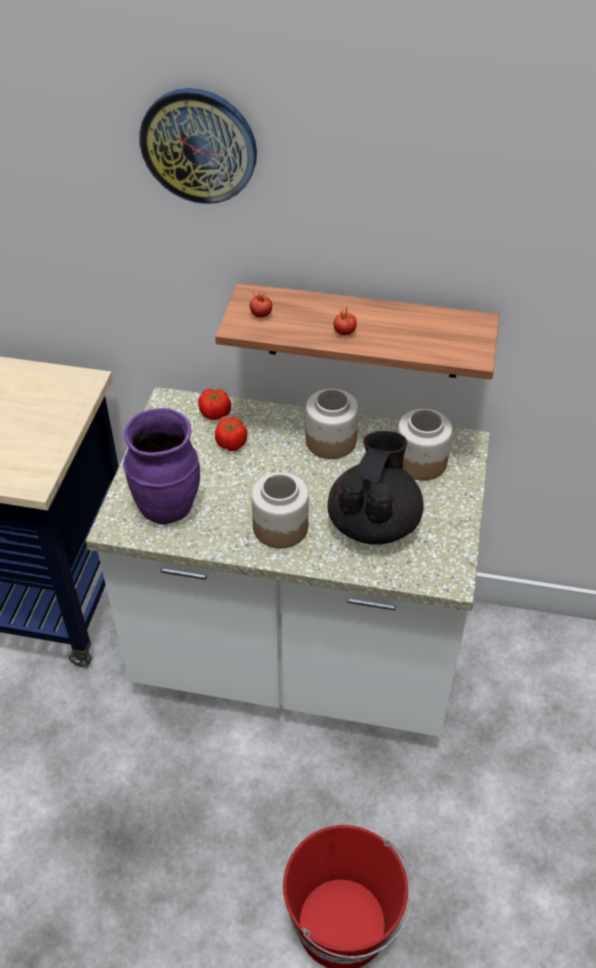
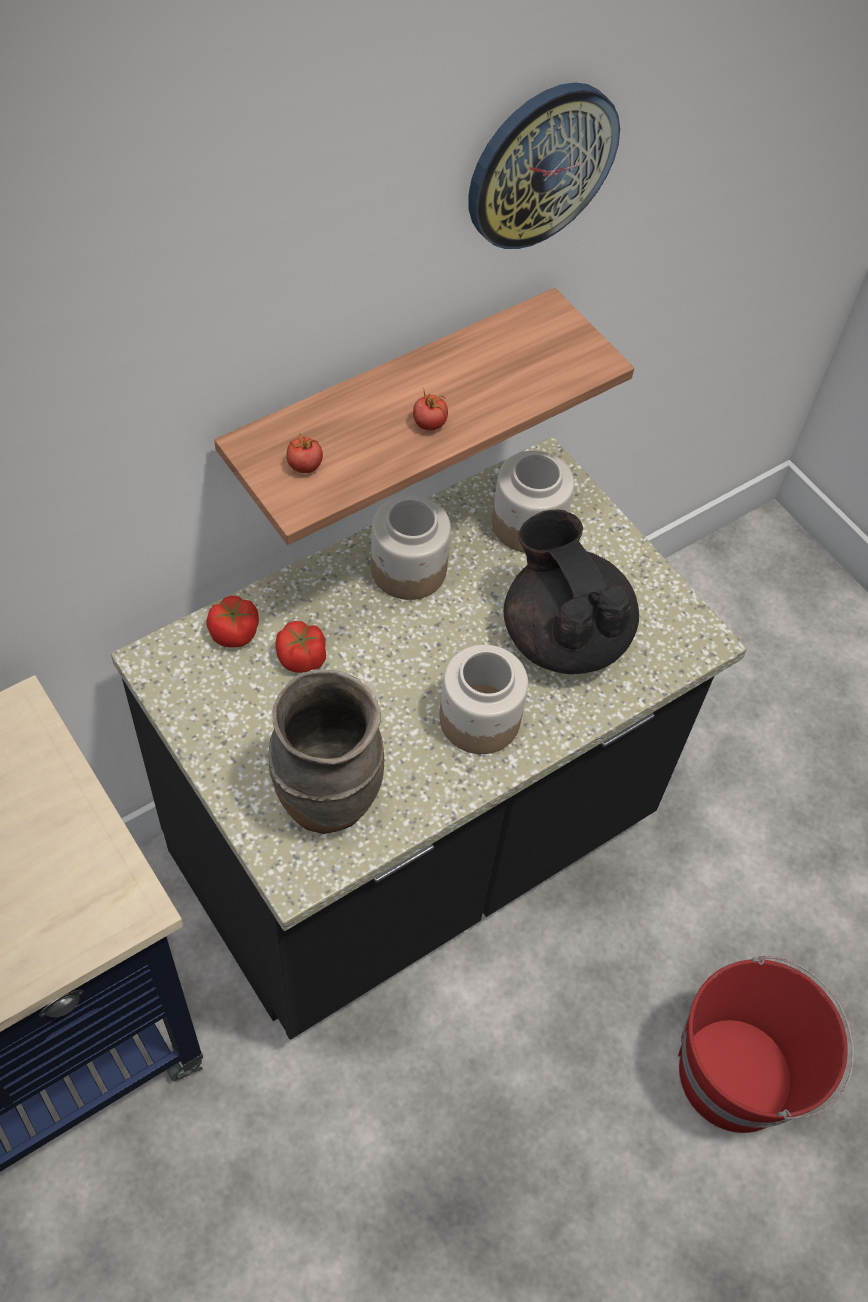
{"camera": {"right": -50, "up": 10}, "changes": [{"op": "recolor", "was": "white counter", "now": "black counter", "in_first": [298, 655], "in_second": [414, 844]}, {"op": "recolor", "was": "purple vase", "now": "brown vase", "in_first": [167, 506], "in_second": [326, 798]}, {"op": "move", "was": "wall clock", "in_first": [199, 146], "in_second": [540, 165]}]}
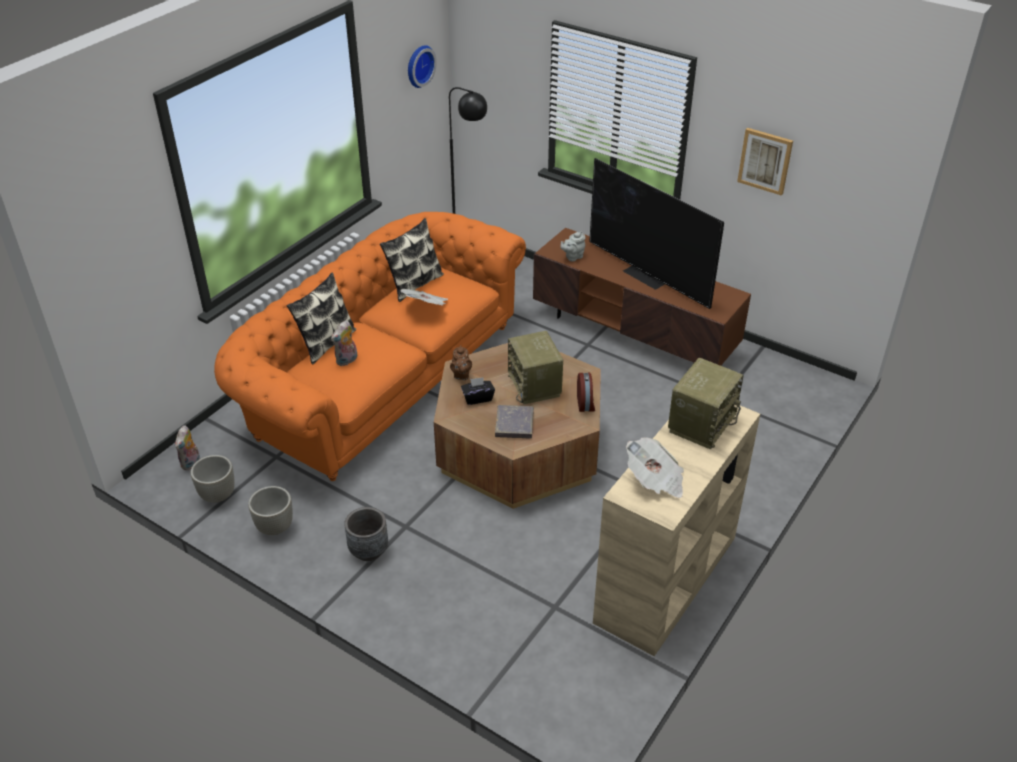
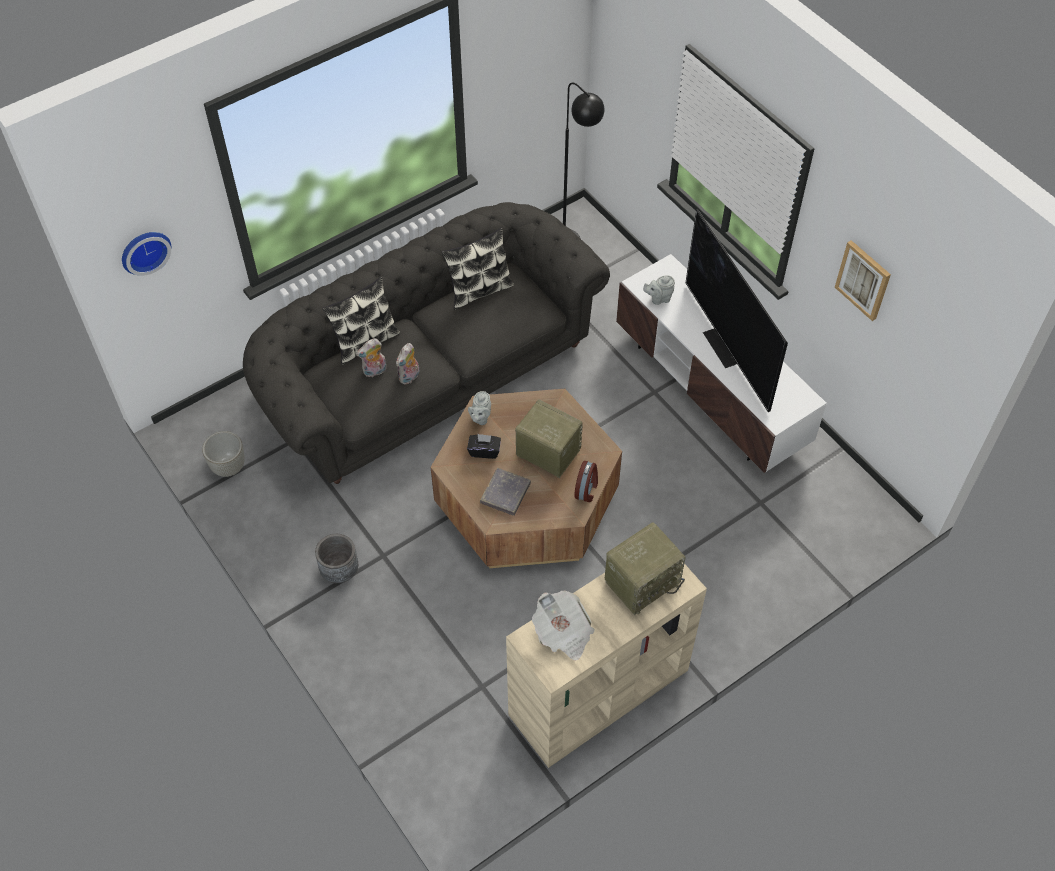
{"camera": {"right": 20, "up": 15}, "changes": [{"op": "move", "was": "wall clock", "in_first": [418, 65], "in_second": [144, 250]}, {"op": "recolor", "was": "orange sofa", "now": "grey sofa", "in_first": [378, 376], "in_second": [426, 371]}, {"op": "move", "was": "plush toy", "in_first": [191, 463], "in_second": [409, 377]}, {"op": "recolor", "was": "brown teapot", "now": "grey teapot", "in_first": [461, 375], "in_second": [480, 418]}, {"op": "rotate", "was": "radio", "in_first": [535, 386], "in_second": [547, 453], "clockwise": 120}, {"op": "recolor", "was": "brown tv stand", "now": "white tv stand", "in_first": [634, 333], "in_second": [711, 391]}, {"op": "delete", "was": "grey planter", "in_first": [275, 527]}, {"op": "delete", "was": "newspaper", "in_first": [426, 307]}]}
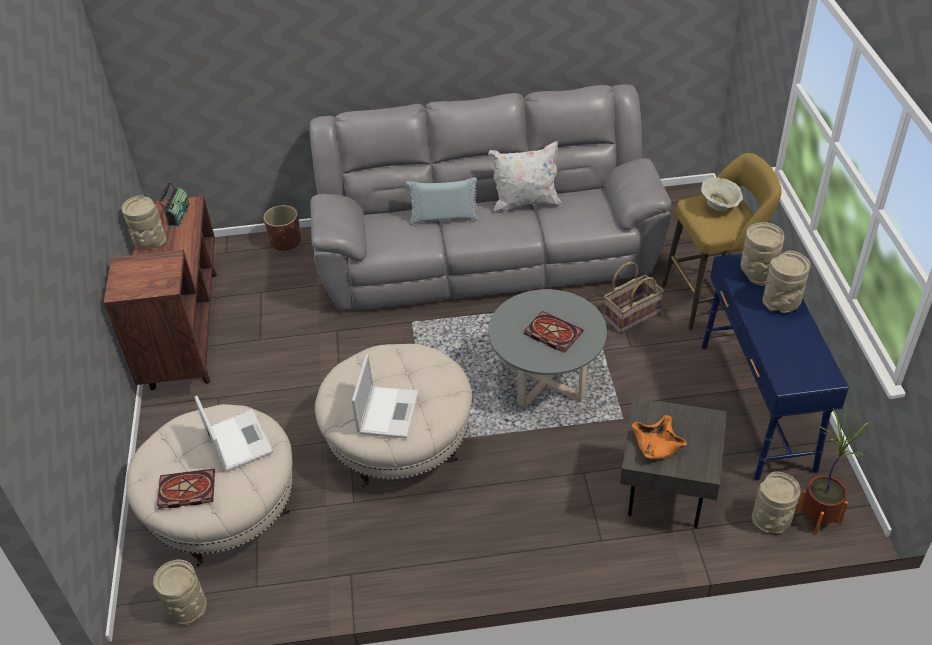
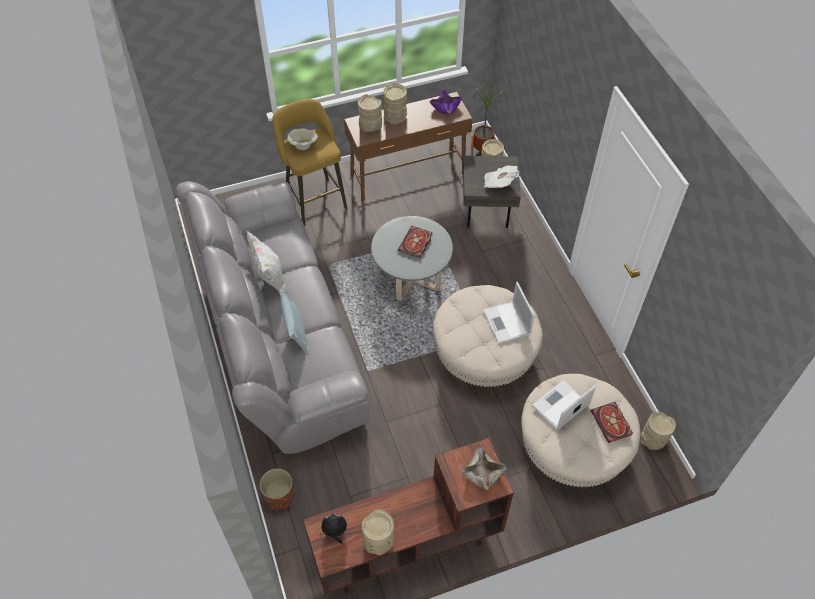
{"camera": {"right": -105, "up": 10}, "changes": [{"op": "replace", "was": "radio", "now": "plush toy", "in_first": [177, 214], "in_second": [334, 532]}, {"op": "recolor", "was": "blue console table", "now": "brown console table", "in_first": [755, 406], "in_second": [408, 176]}, {"op": "insert", "now": "purple bowl", "in_second": [445, 107]}, {"op": "insert", "now": "beige bowl", "in_second": [482, 472]}, {"op": "rotate", "was": "laptop", "in_first": [388, 411], "in_second": [507, 323], "clockwise": -105}, {"op": "replace", "was": "orange bowl", "now": "newspaper", "in_first": [656, 445], "in_second": [499, 183]}, {"op": "delete", "was": "basket", "in_first": [631, 315]}]}
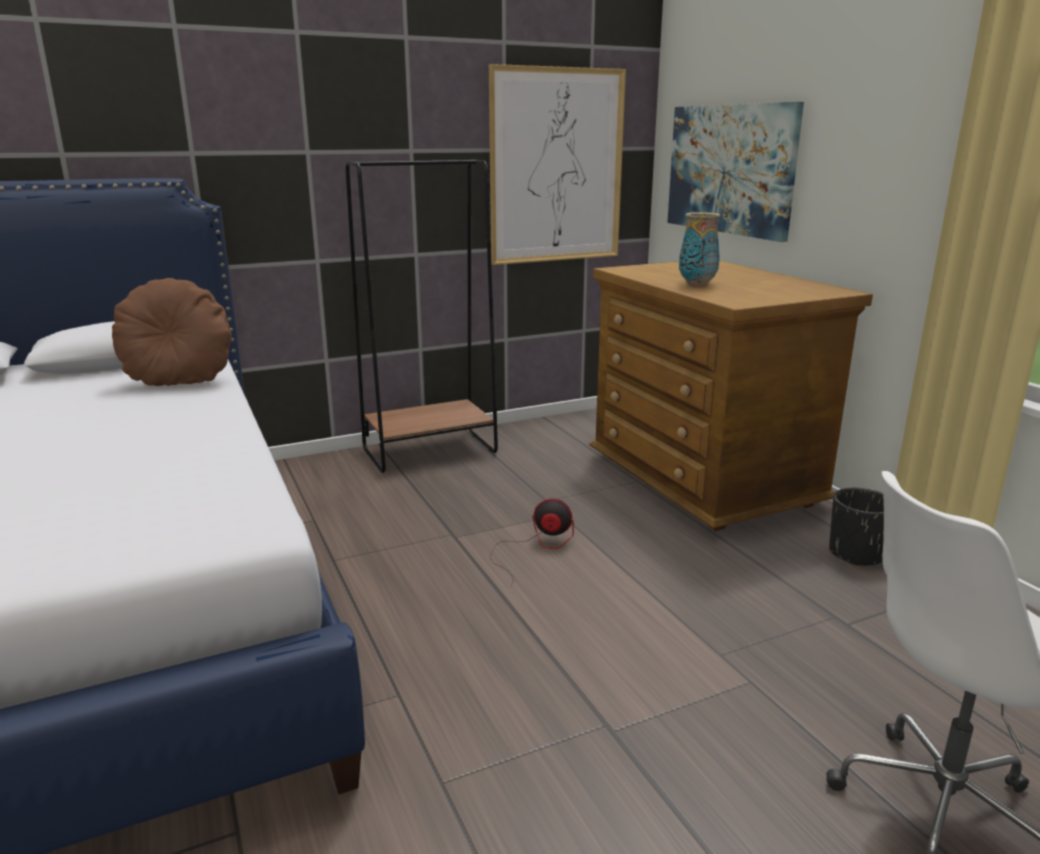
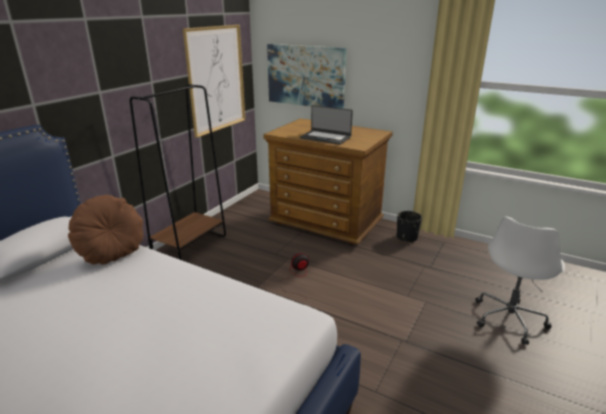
{"camera": {"right": -35, "up": 5}, "changes": [{"op": "replace", "was": "vase", "now": "laptop", "in_first": [697, 284], "in_second": [325, 137]}]}
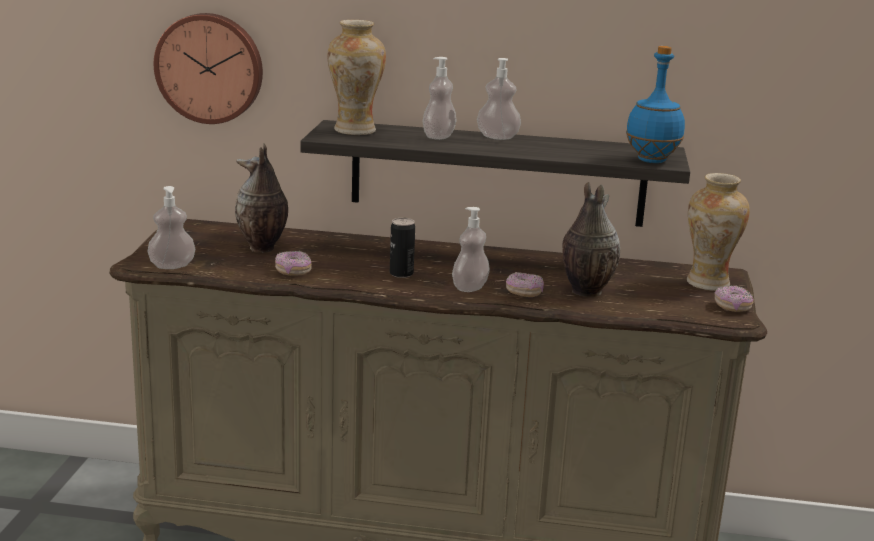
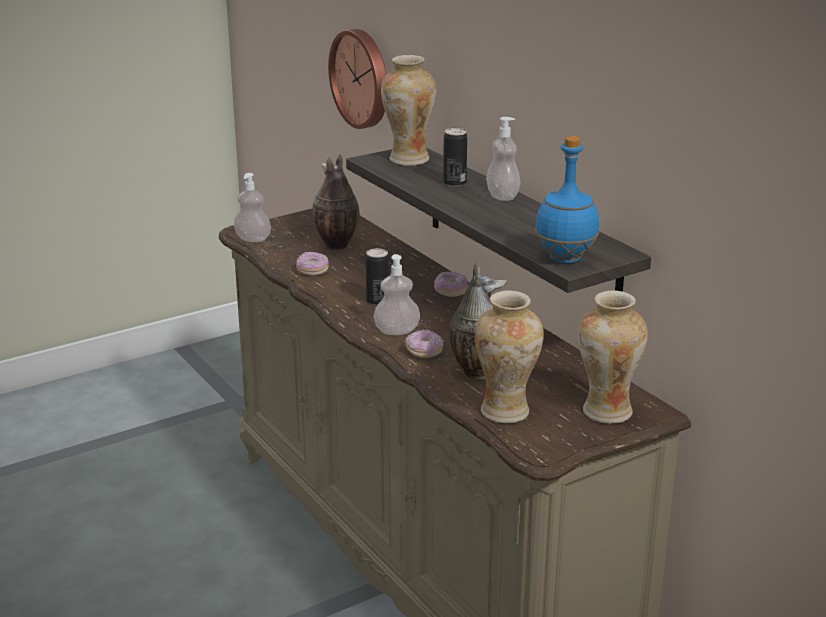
{"camera": {"right": 50, "up": 5}, "changes": [{"op": "move", "was": "donut", "in_first": [732, 307], "in_second": [450, 291]}, {"op": "replace", "was": "soap dispenser", "now": "can", "in_first": [438, 137], "in_second": [454, 183]}, {"op": "insert", "now": "vase", "in_second": [505, 412]}]}
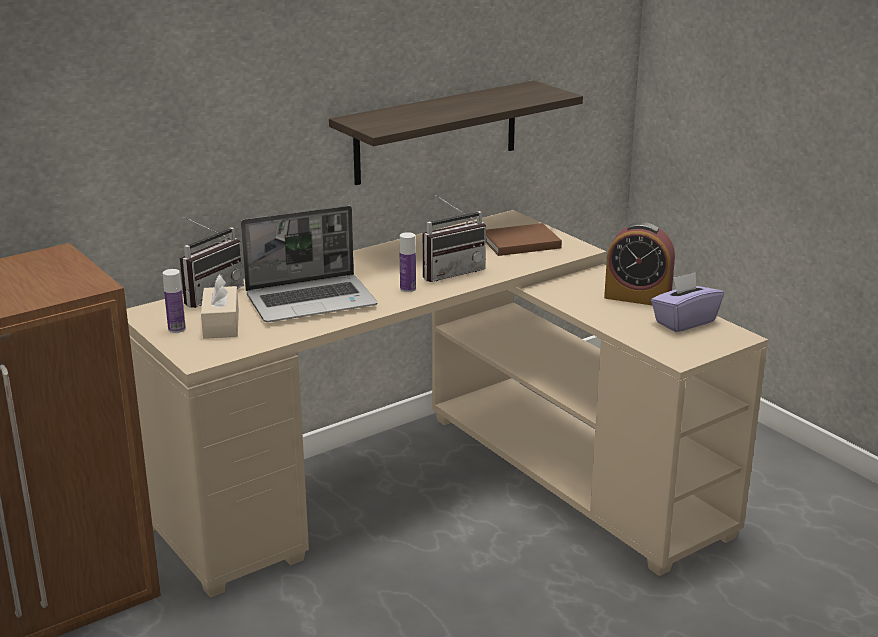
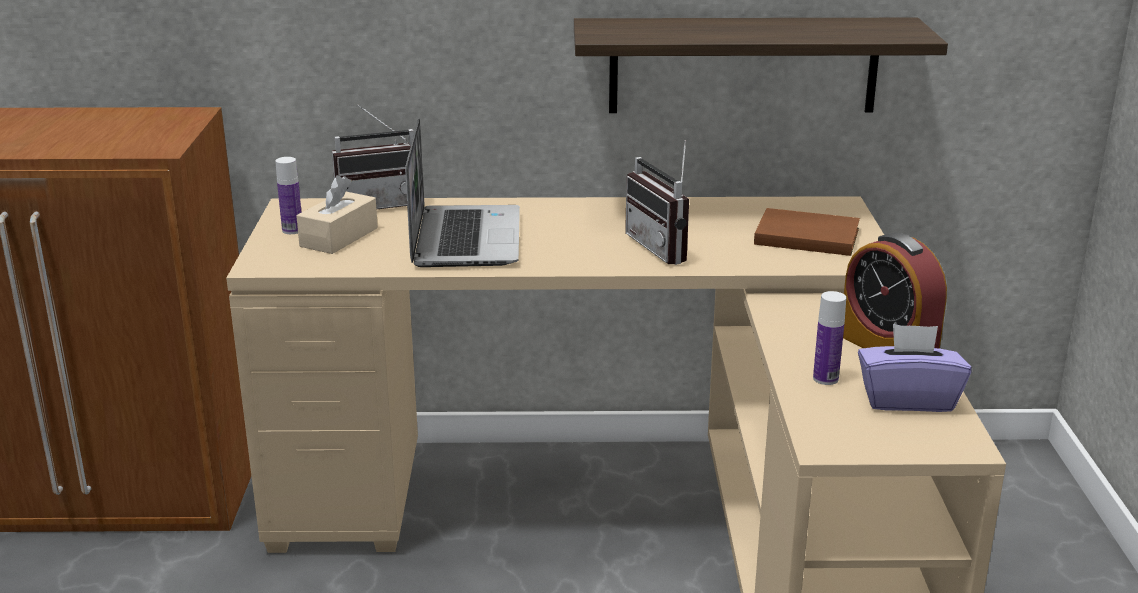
{"camera": {"right": 35, "up": 0}, "changes": [{"op": "rotate", "was": "laptop", "in_first": [312, 301], "in_second": [464, 238], "clockwise": -105}, {"op": "rotate", "was": "radio", "in_first": [450, 272], "in_second": [665, 248], "clockwise": 60}, {"op": "move", "was": "bottle", "in_first": [408, 289], "in_second": [825, 379]}]}
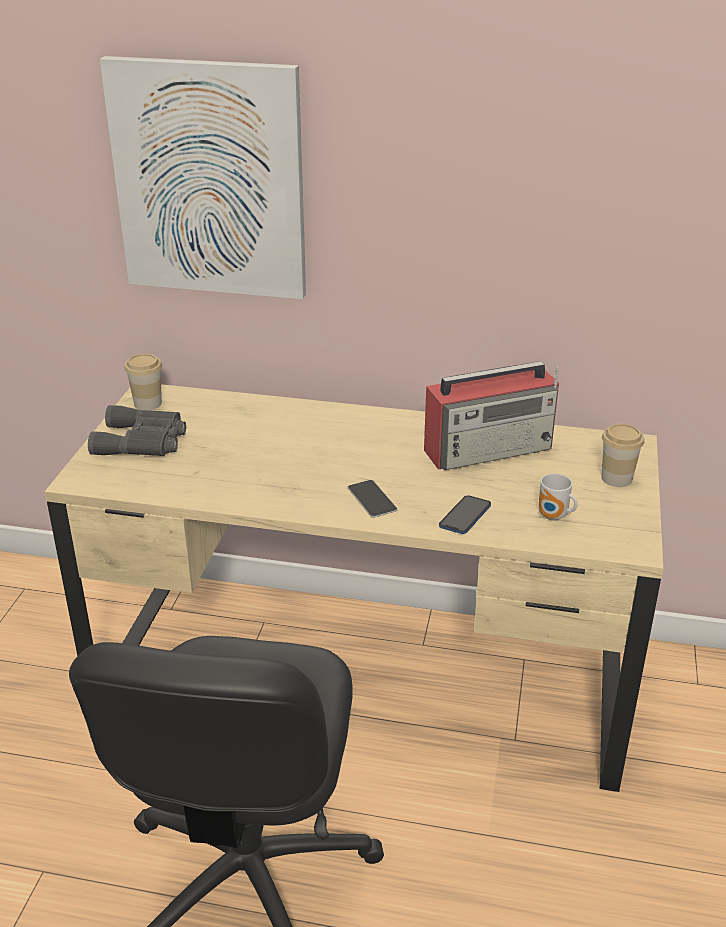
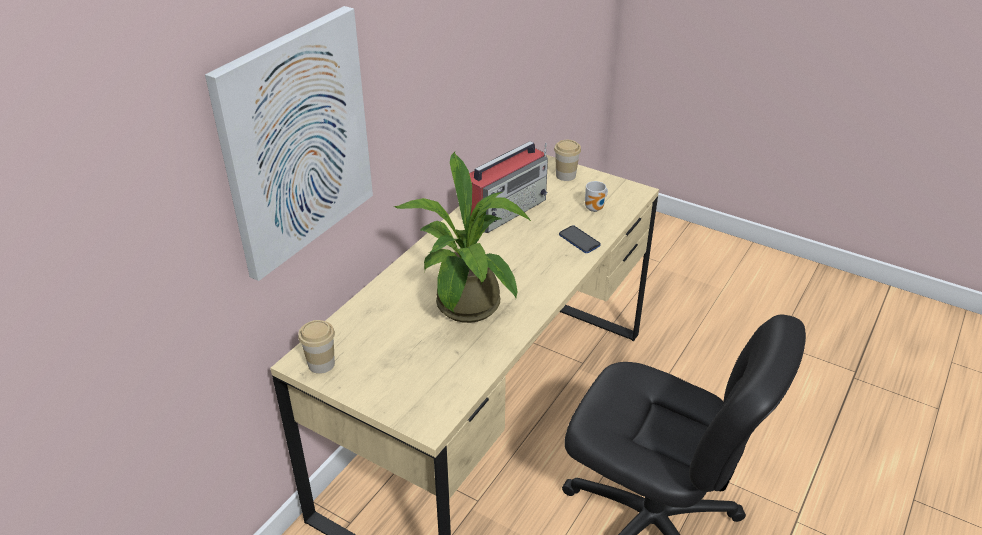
{"camera": {"right": -70, "up": 5}, "changes": [{"op": "insert", "now": "potted plant", "in_second": [467, 310]}, {"op": "rotate", "was": "radio", "in_first": [490, 449], "in_second": [506, 210], "clockwise": 45}, {"op": "delete", "was": "grey binoculars", "in_first": [143, 441]}, {"op": "delete", "was": "phone", "in_first": [372, 499]}]}
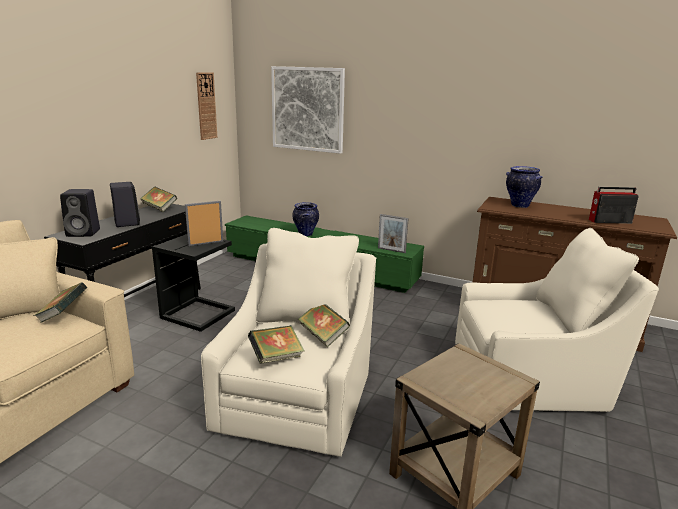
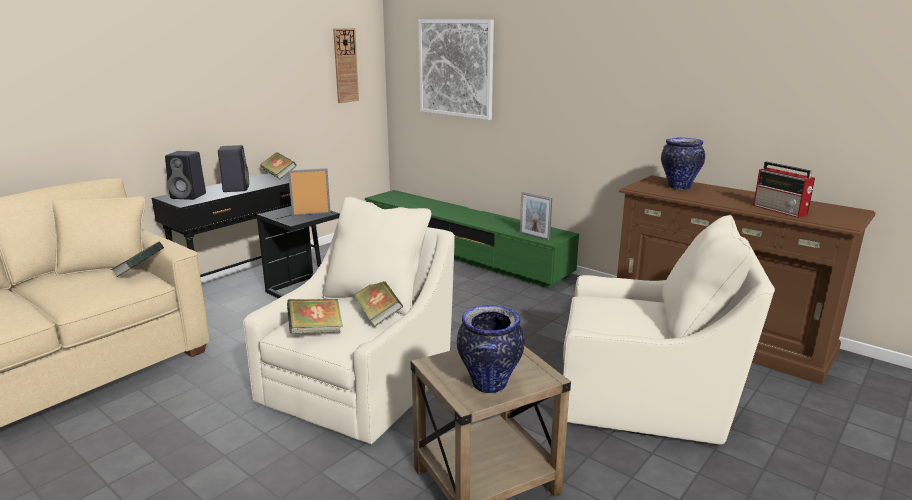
{"camera": {"right": 15, "up": 0}, "changes": [{"op": "move", "was": "vase", "in_first": [305, 234], "in_second": [489, 385]}, {"op": "rotate", "was": "radio", "in_first": [609, 221], "in_second": [781, 210], "clockwise": -135}]}
